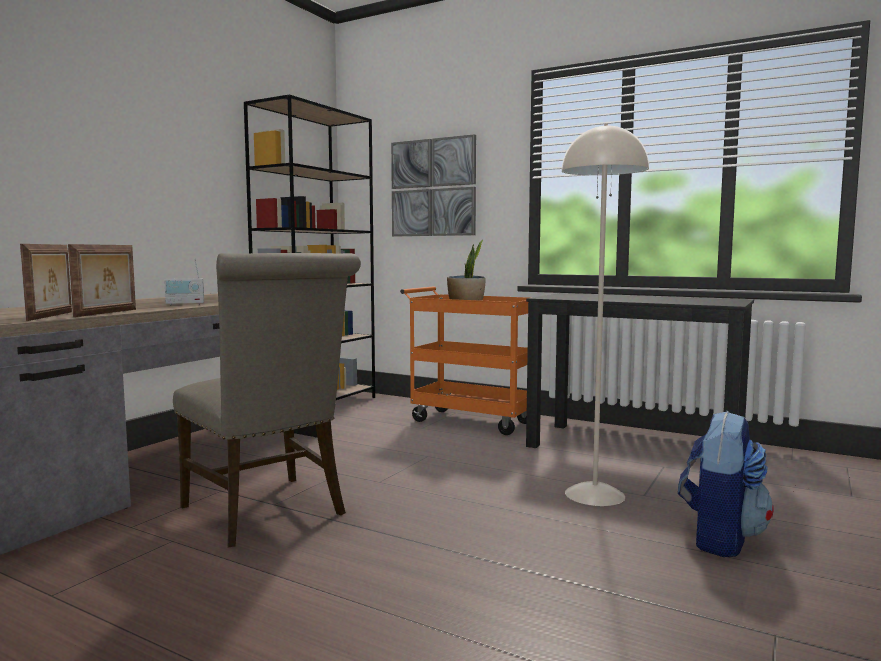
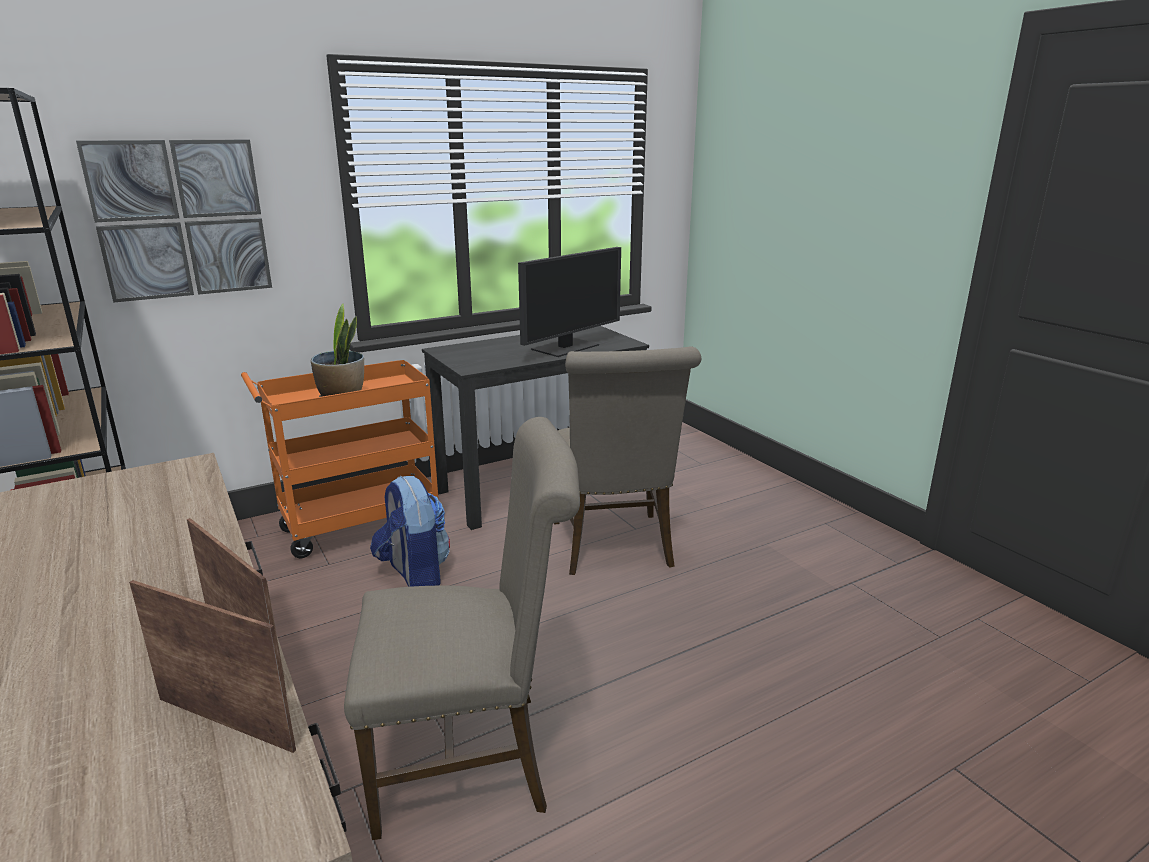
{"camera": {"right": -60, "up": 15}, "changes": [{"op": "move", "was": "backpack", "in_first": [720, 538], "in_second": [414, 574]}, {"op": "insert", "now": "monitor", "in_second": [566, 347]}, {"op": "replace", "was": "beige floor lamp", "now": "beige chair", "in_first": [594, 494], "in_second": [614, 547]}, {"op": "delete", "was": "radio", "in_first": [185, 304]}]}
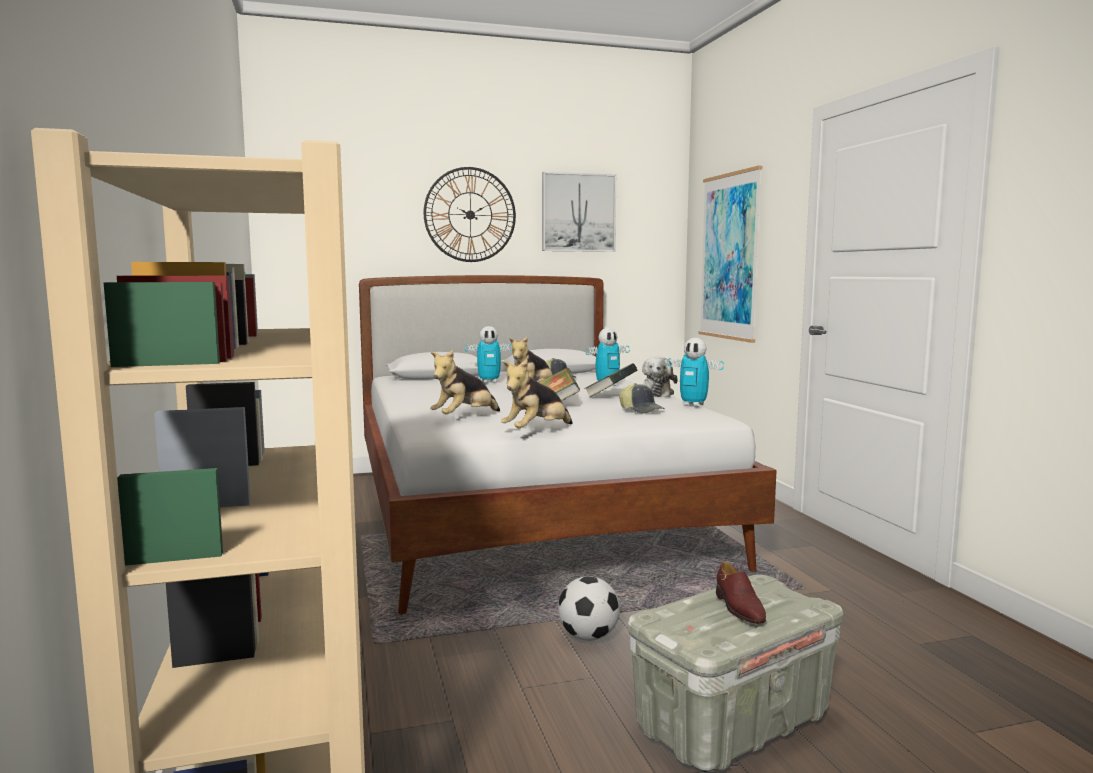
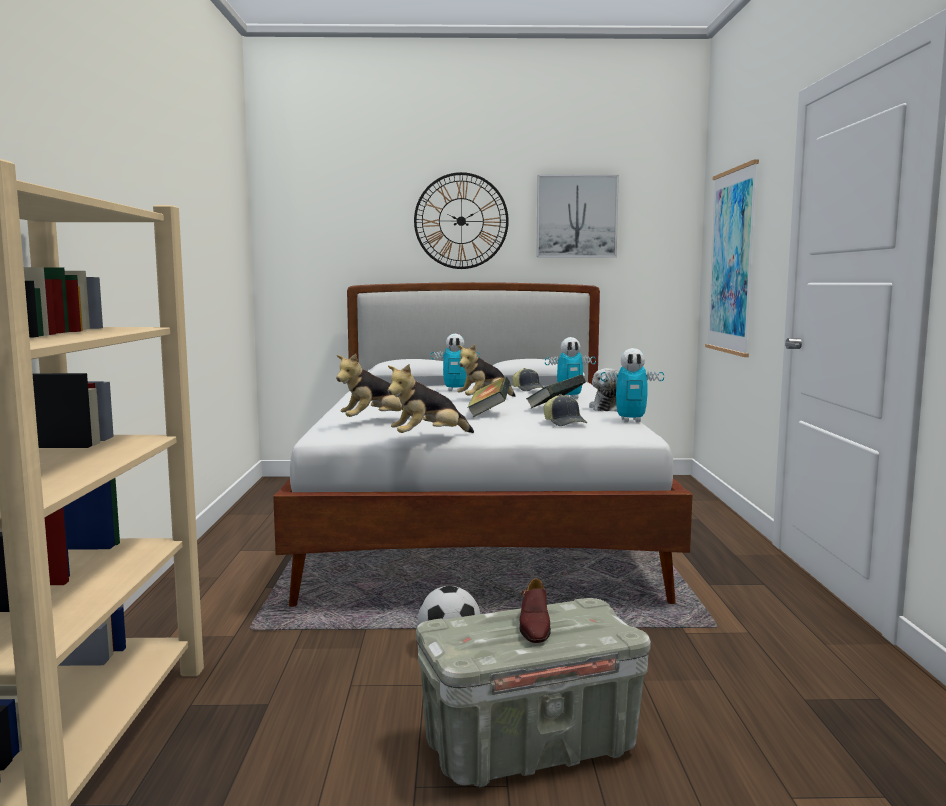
{"camera": {"right": 15, "up": 0}, "changes": [{"op": "rotate", "was": "toy robot", "in_first": [693, 405], "in_second": [631, 421], "clockwise": -45}]}
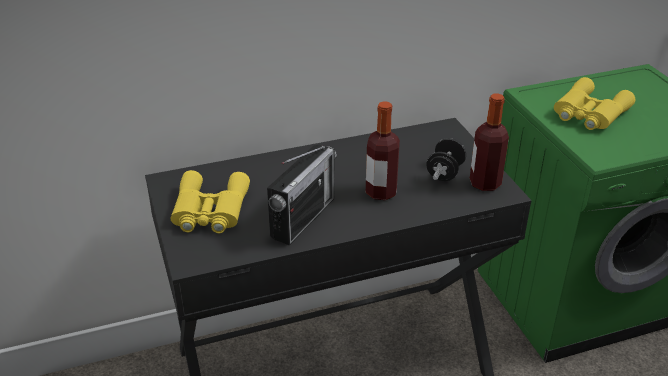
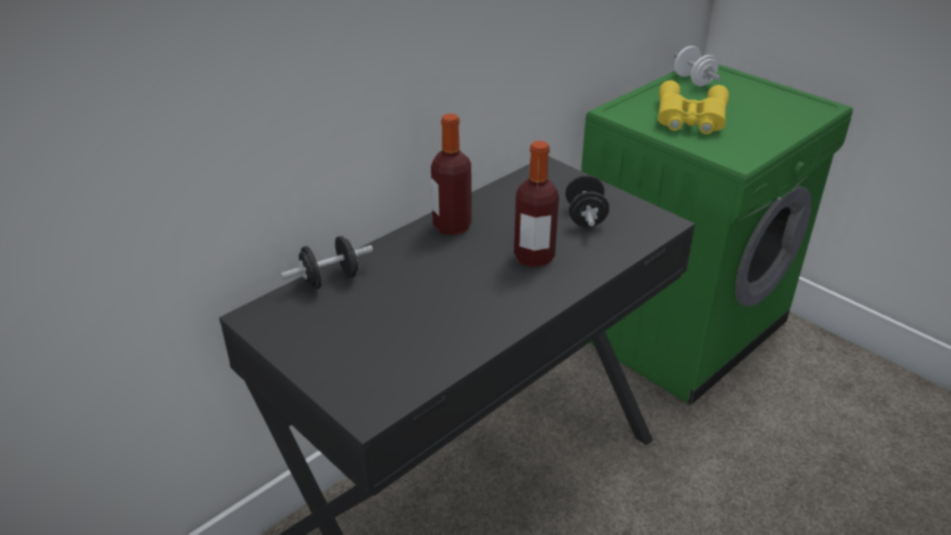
{"camera": {"right": -25, "up": 0}, "changes": [{"op": "insert", "now": "black dumbbell", "in_second": [330, 280]}, {"op": "move", "was": "bottle", "in_first": [485, 183], "in_second": [452, 226]}, {"op": "insert", "now": "white dumbbell", "in_second": [693, 81]}, {"op": "delete", "was": "yellow binoculars", "in_first": [209, 211]}, {"op": "delete", "was": "radio", "in_first": [303, 218]}]}
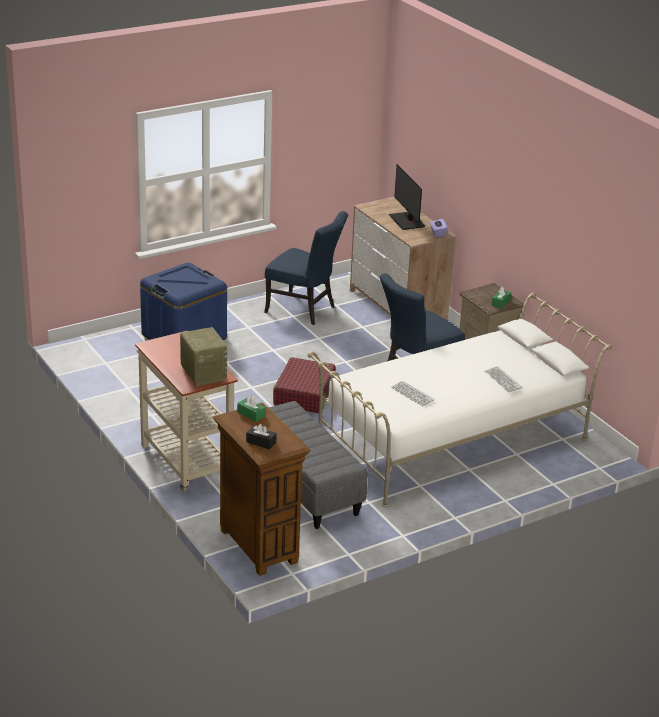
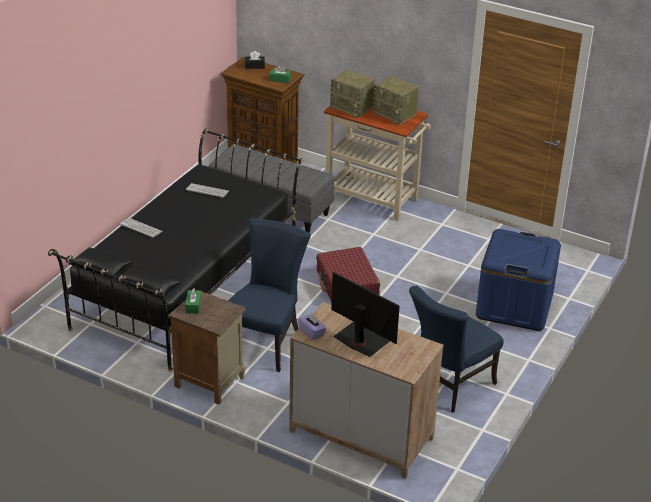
{"camera": {"right": 150, "up": 5}, "changes": [{"op": "recolor", "was": "white bed", "now": "black bed", "in_first": [452, 440], "in_second": [187, 287]}, {"op": "insert", "now": "radio", "in_second": [395, 114]}, {"op": "rotate", "was": "blue chair", "in_first": [304, 310], "in_second": [449, 386], "clockwise": -45}]}
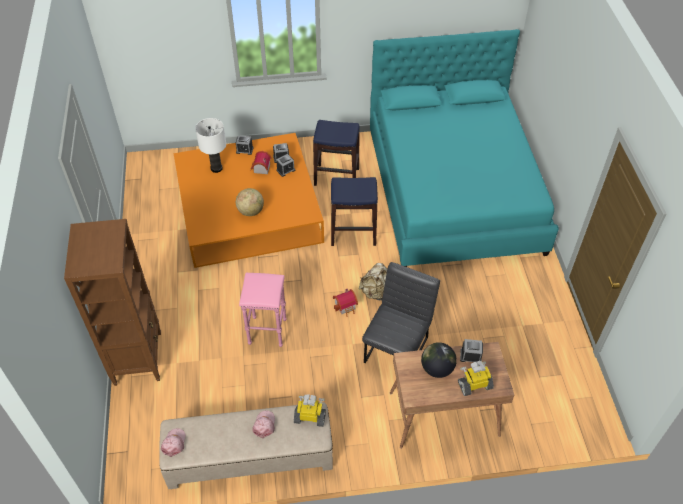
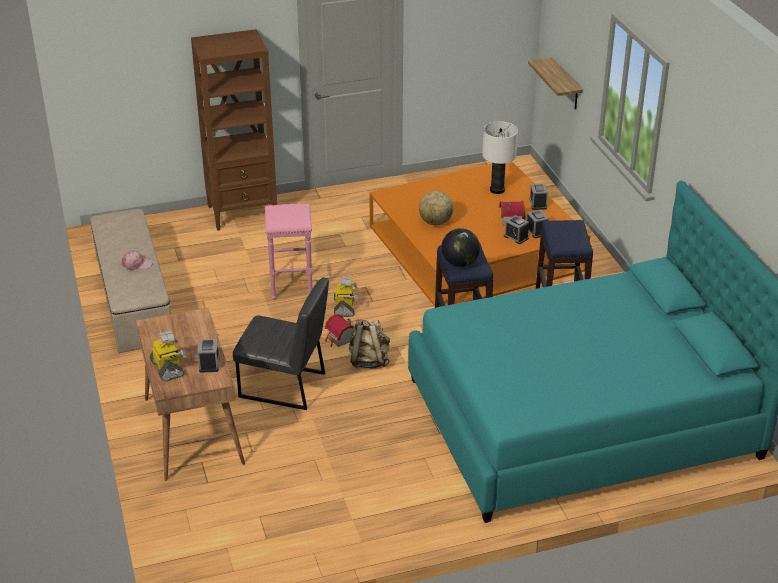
{"camera": {"right": 80, "up": -15}, "changes": [{"op": "move", "was": "toy robot", "in_first": [310, 417], "in_second": [344, 308]}, {"op": "move", "was": "globe", "in_first": [437, 369], "in_second": [460, 263]}, {"op": "insert", "now": "shelf", "in_second": [565, 84]}, {"op": "delete", "was": "pink cap", "in_first": [174, 443]}]}
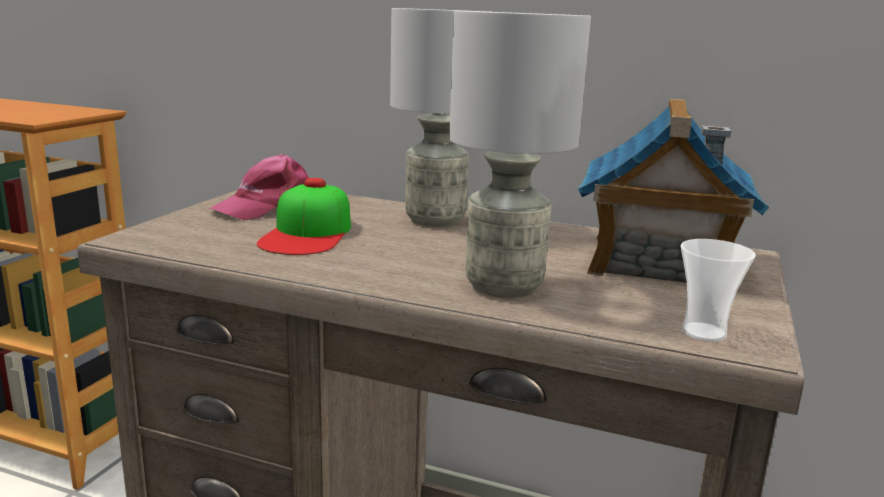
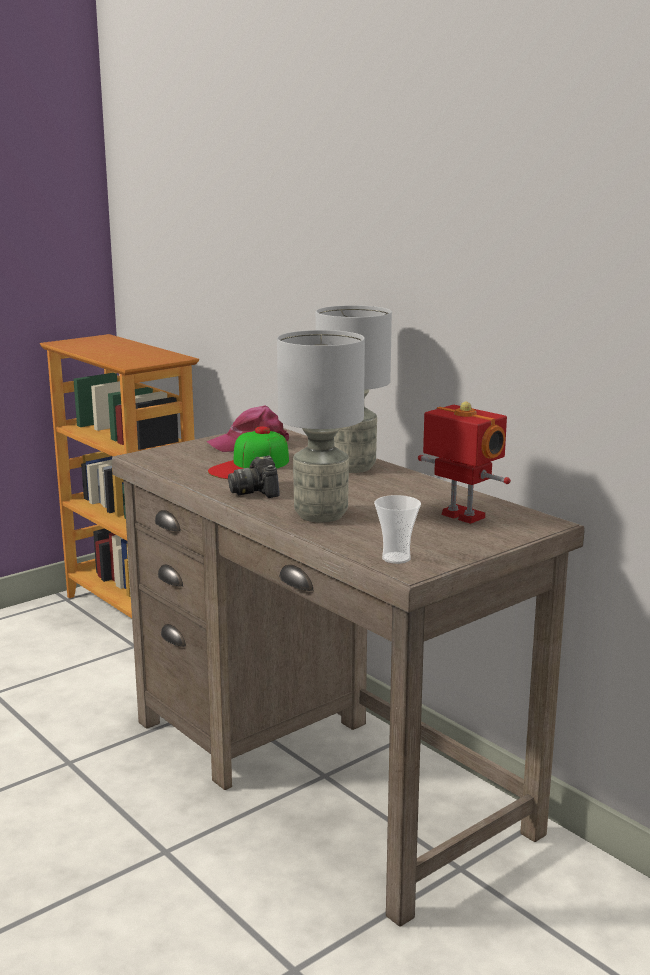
{"camera": {"right": 30, "up": 0}, "changes": [{"op": "insert", "now": "photo camera", "in_second": [256, 491]}, {"op": "replace", "was": "toy house", "now": "toy robot", "in_first": [657, 261], "in_second": [461, 517]}]}
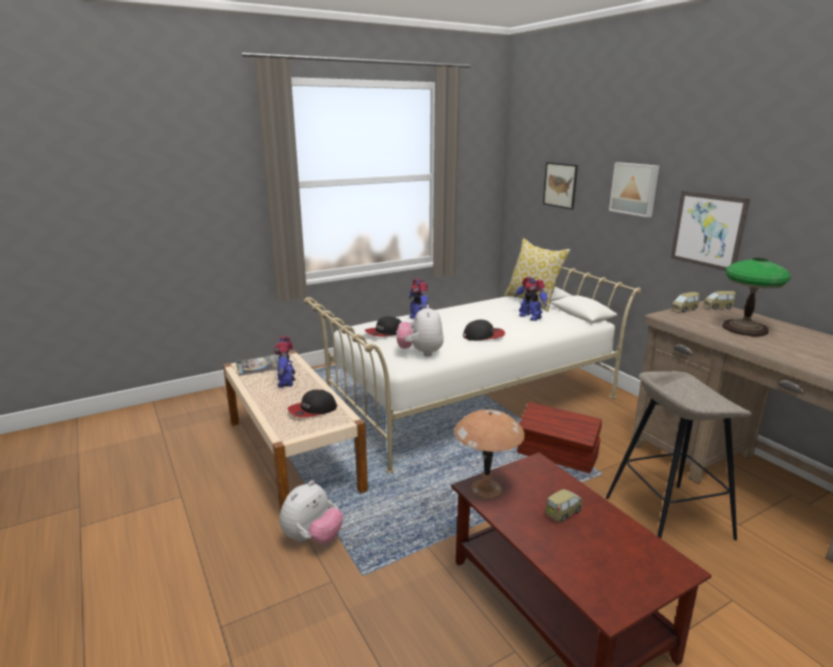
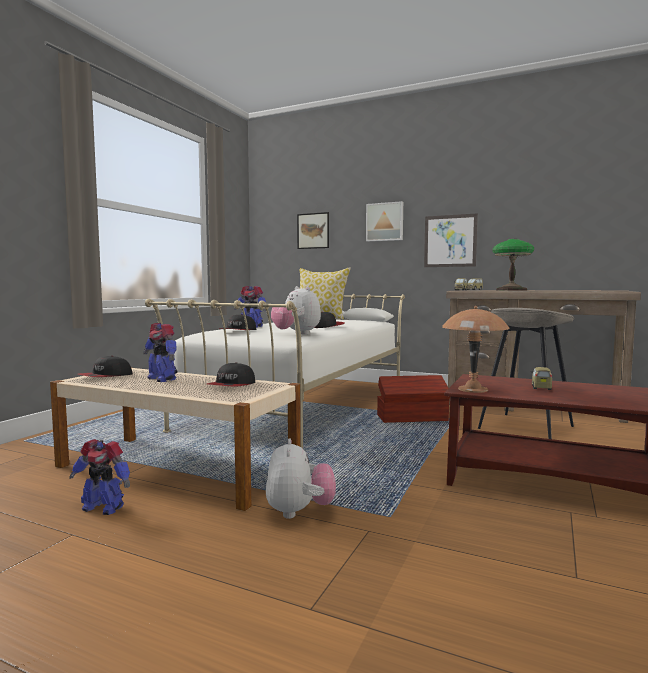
{"camera": {"right": -35, "up": -15}, "changes": [{"op": "move", "was": "toy robot", "in_first": [530, 317], "in_second": [103, 507]}, {"op": "replace", "was": "book", "now": "cap", "in_first": [260, 366], "in_second": [105, 376]}]}
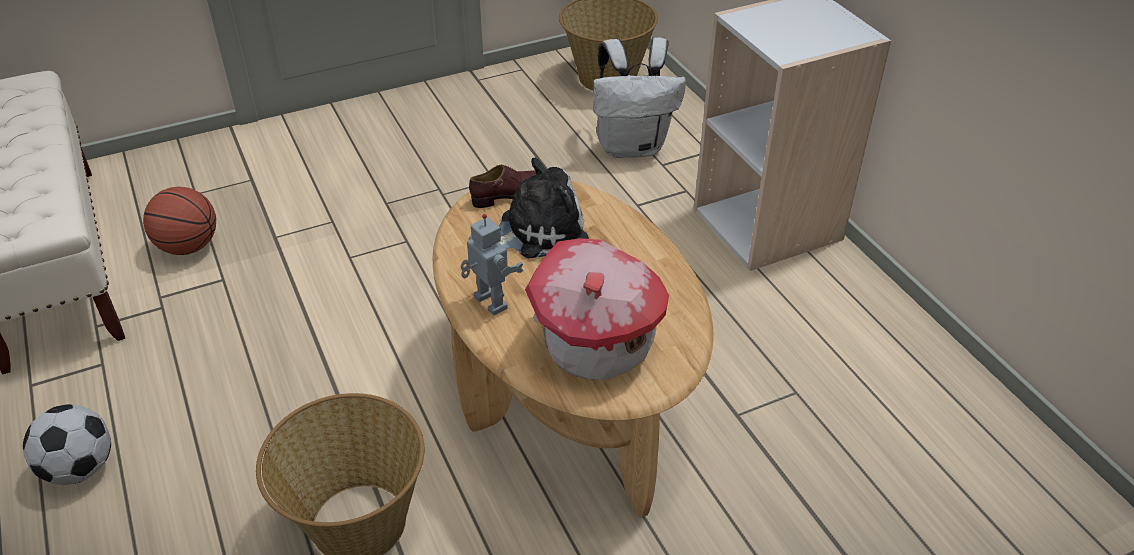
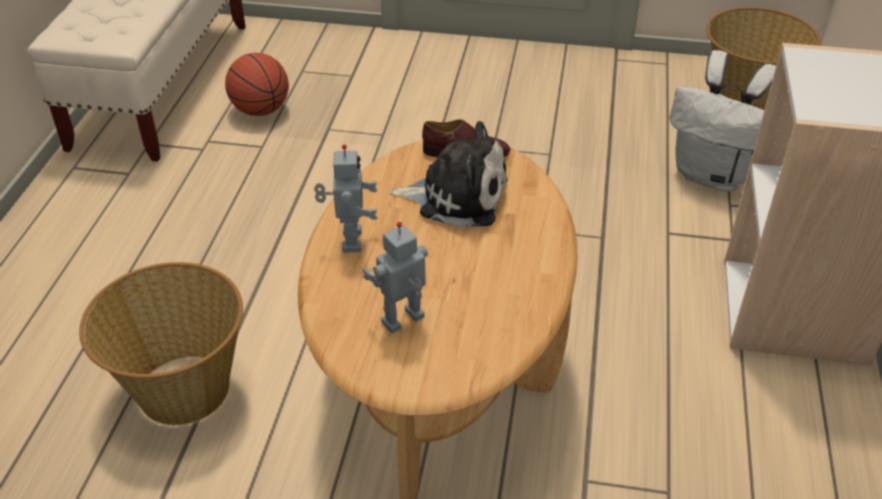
{"camera": {"right": 35, "up": 0}, "changes": [{"op": "replace", "was": "toy house", "now": "toy robot", "in_first": [597, 344], "in_second": [404, 321]}, {"op": "delete", "was": "football", "in_first": [80, 468]}]}
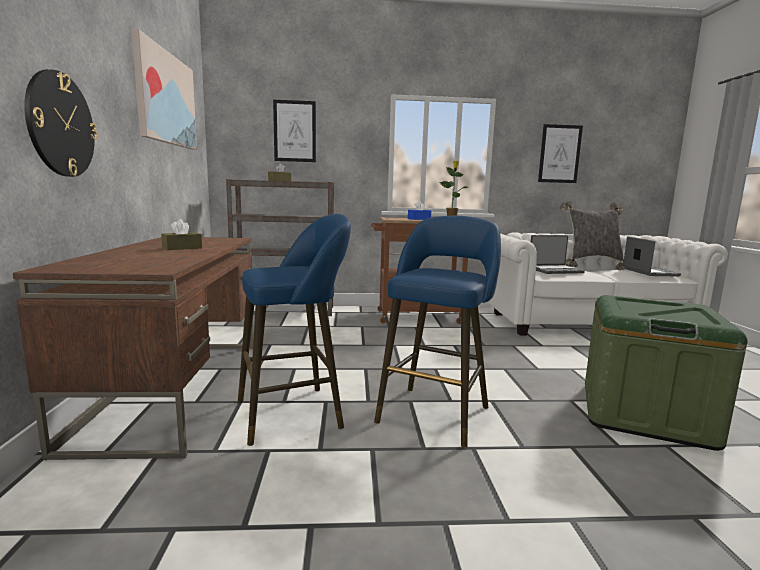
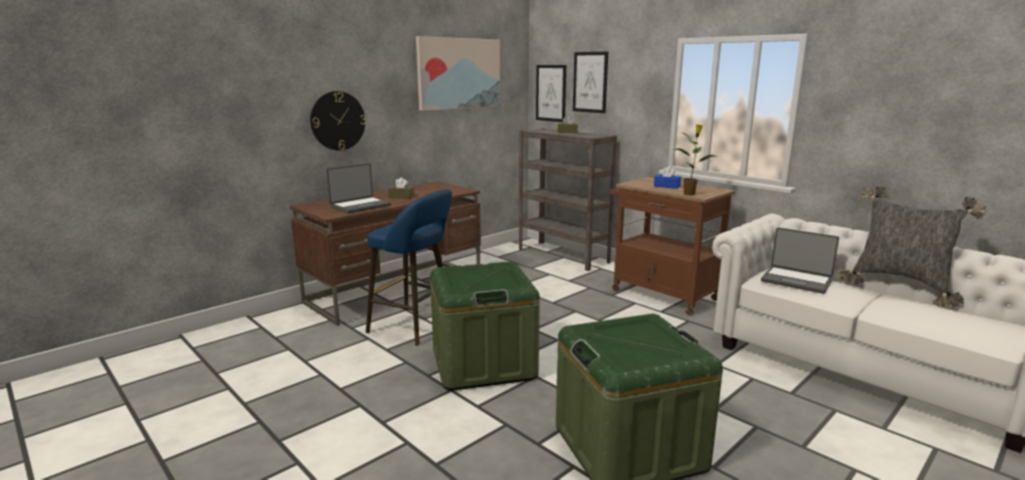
{"camera": {"right": 50, "up": 5}, "changes": [{"op": "move", "was": "laptop", "in_first": [649, 272], "in_second": [360, 206]}, {"op": "replace", "was": "blue stool", "now": "green storage box", "in_first": [436, 411], "in_second": [483, 363]}, {"op": "move", "was": "picture", "in_first": [559, 154], "in_second": [551, 93]}]}
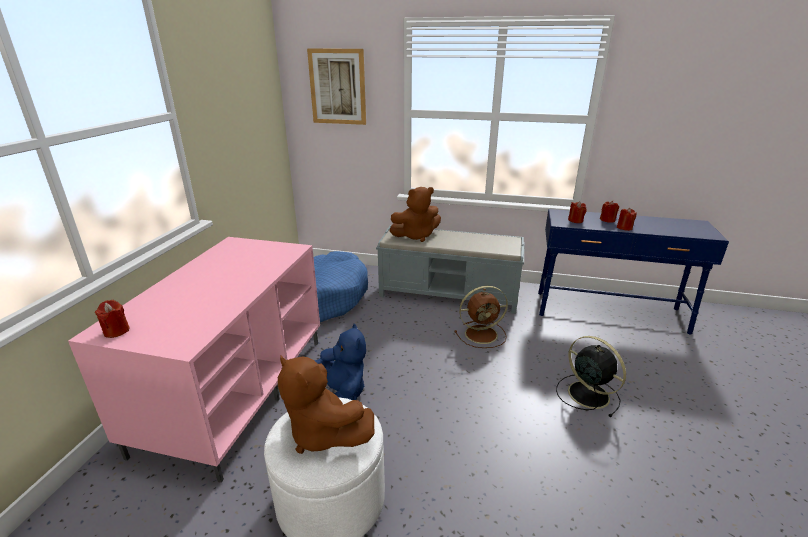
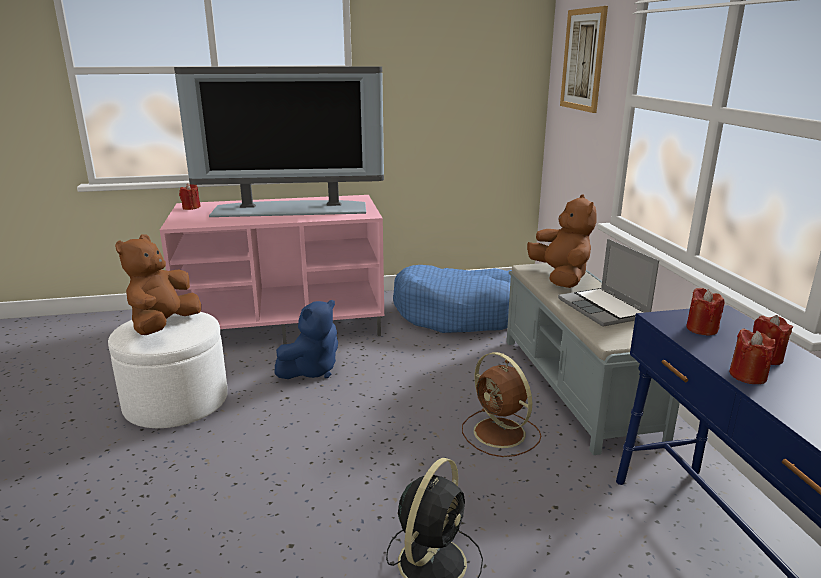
{"camera": {"right": 65, "up": -5}, "changes": [{"op": "insert", "now": "television", "in_second": [291, 209]}, {"op": "rotate", "was": "brown plush toy", "in_first": [416, 236], "in_second": [560, 277], "clockwise": -150}, {"op": "insert", "now": "laptop", "in_second": [604, 309]}]}
